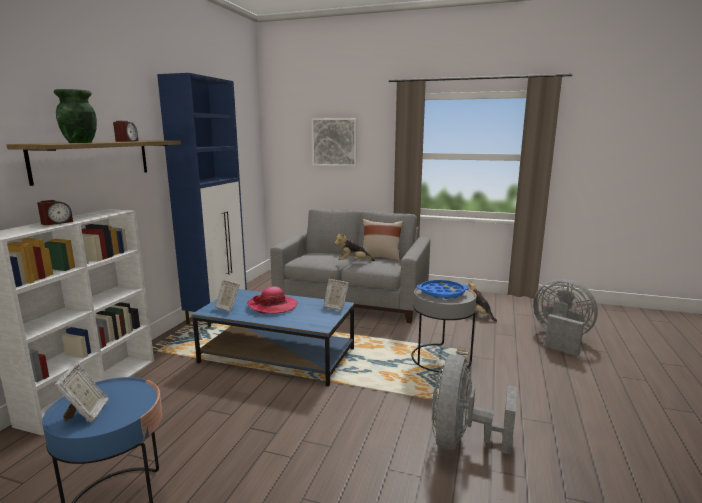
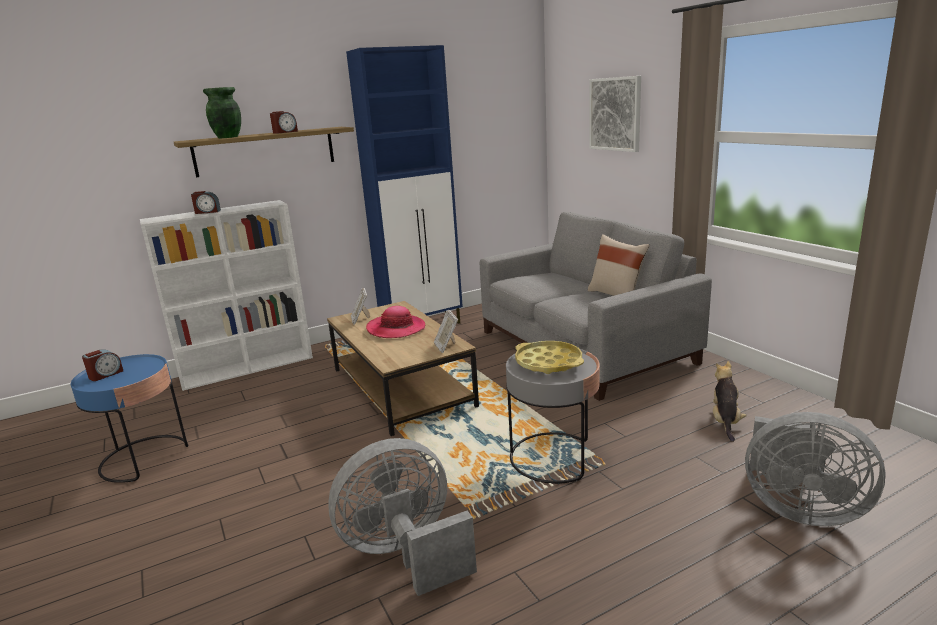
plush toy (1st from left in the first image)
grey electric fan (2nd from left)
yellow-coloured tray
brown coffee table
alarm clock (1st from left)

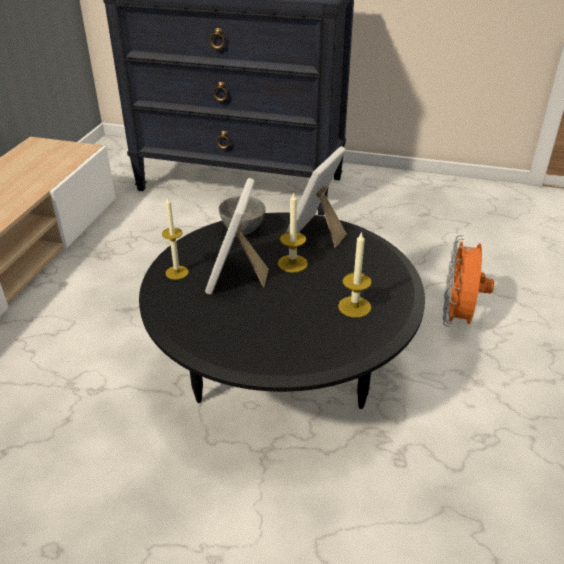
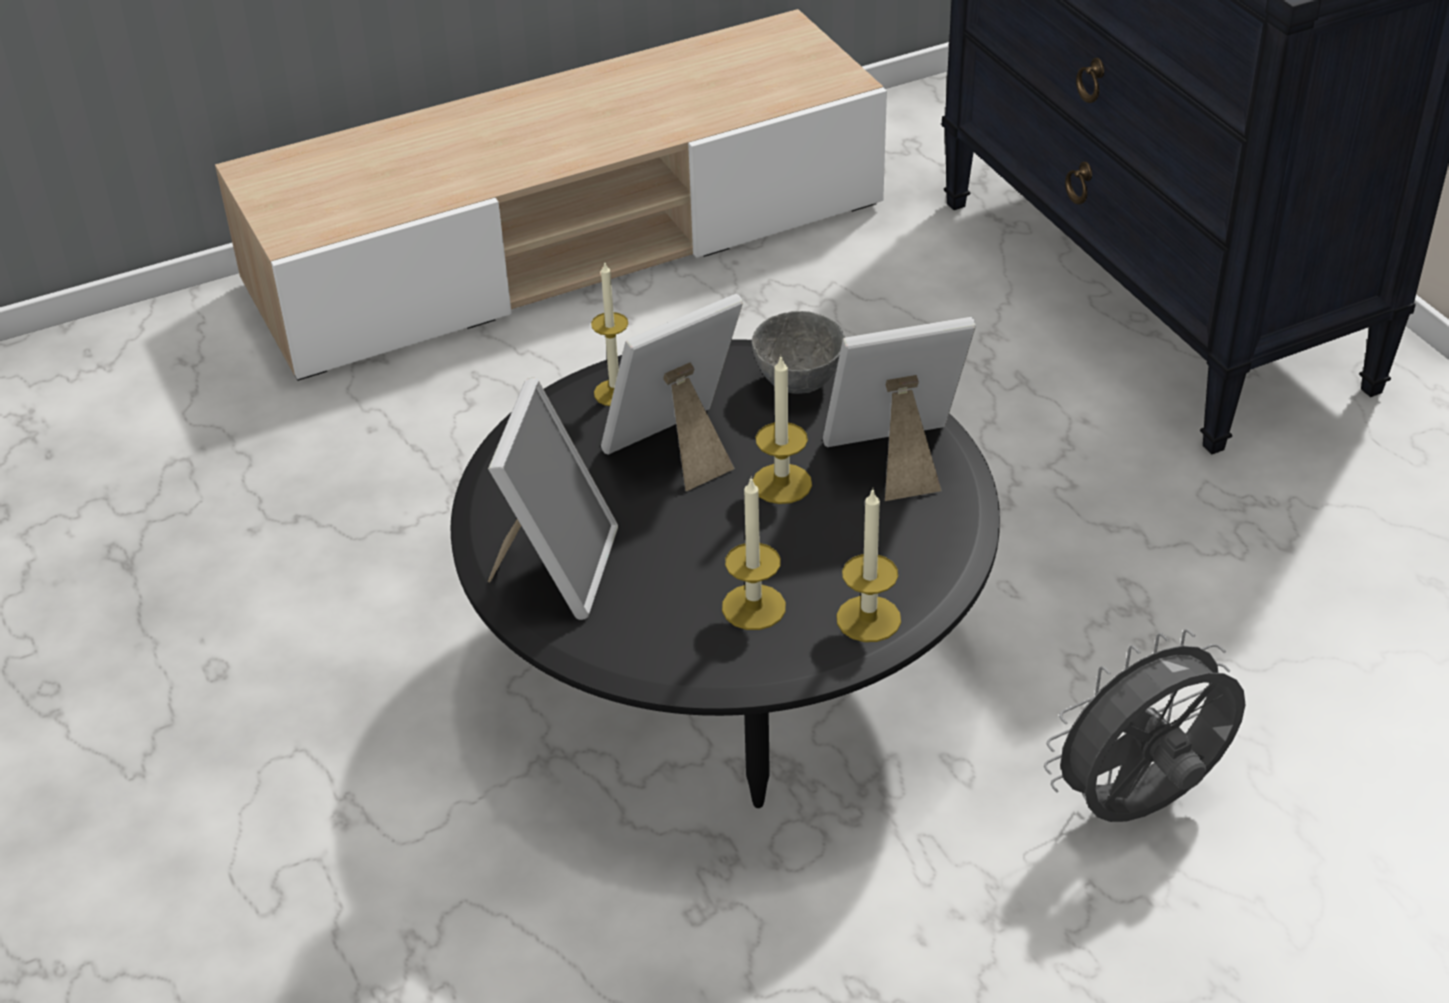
grey electric fan
picture frame (1st from left)
wax candle (4th from left)

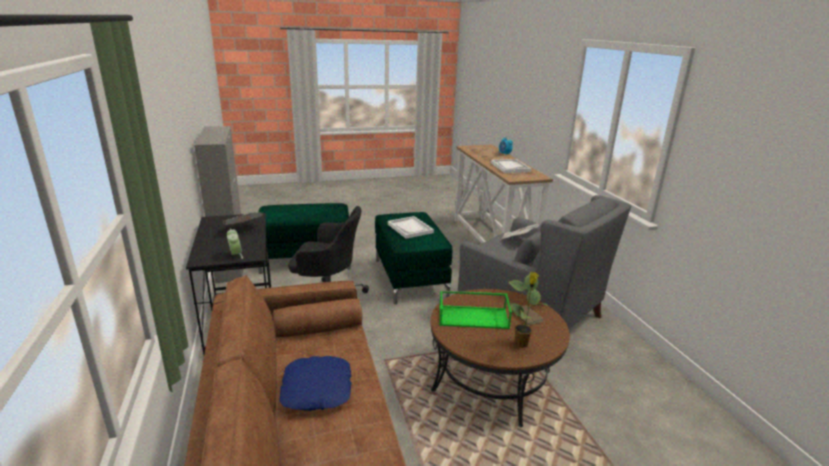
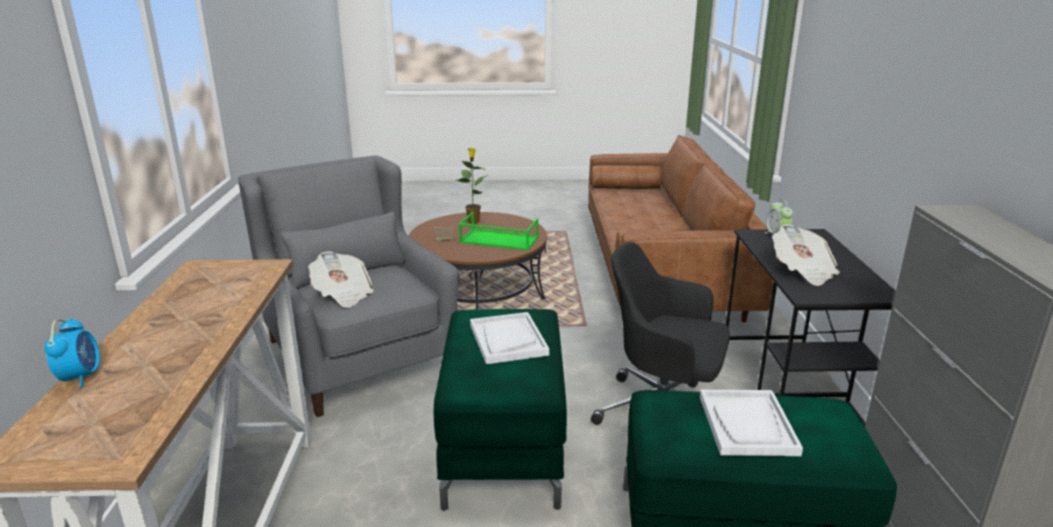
white tray (2nd from left)
blue cushion

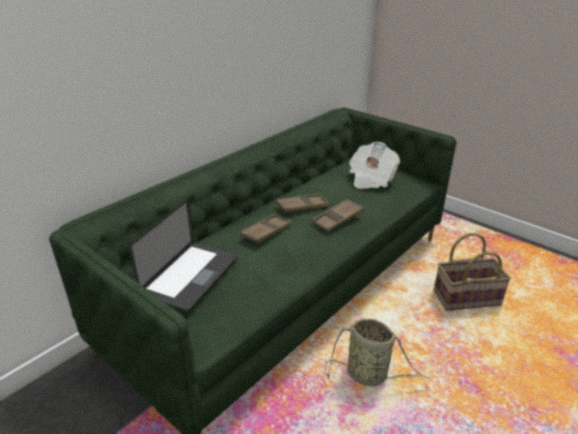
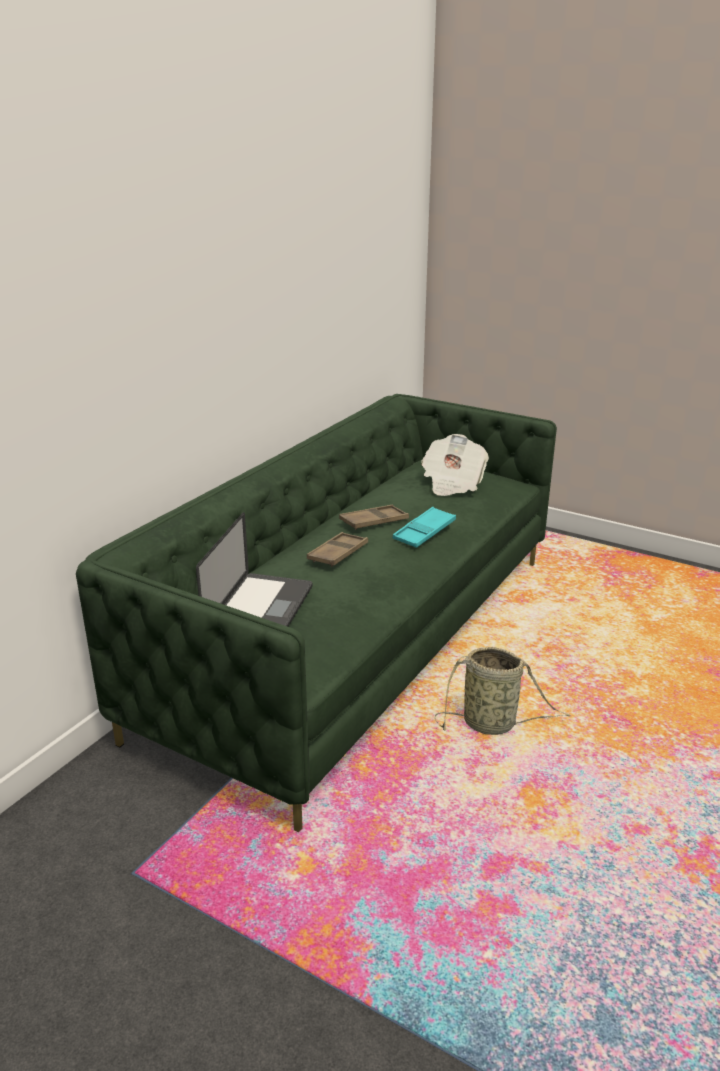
turquoise-coloured tray
storage basket (2nd from left in the first image)

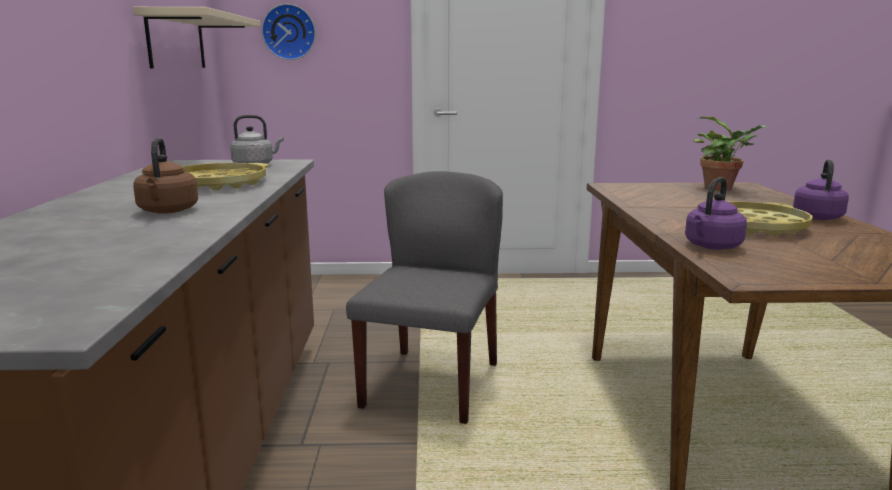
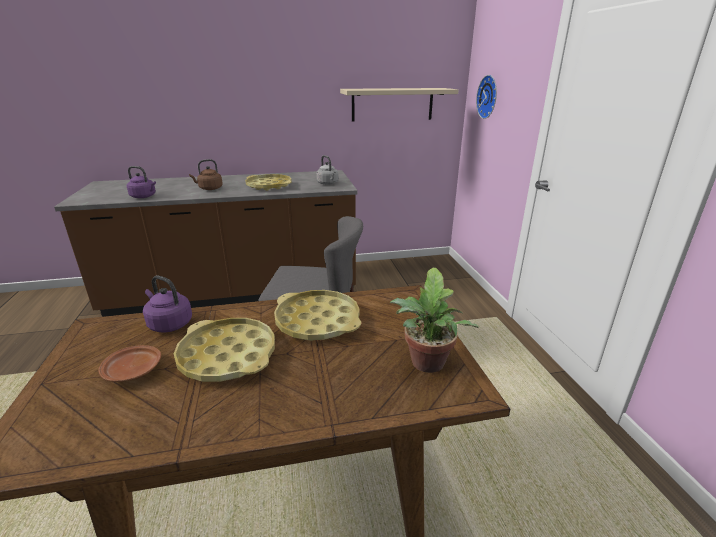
purplish tea kettle (1st from left)
yellow-coloured tray (3rd from left)
brown plate

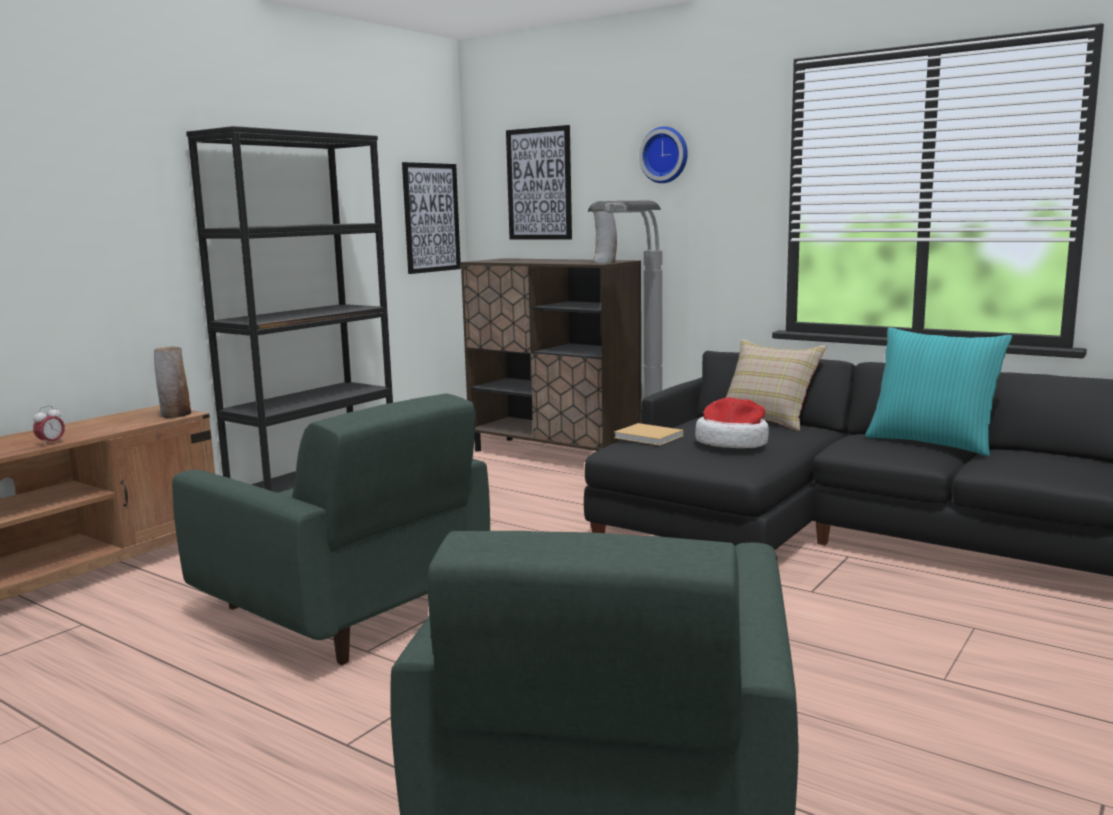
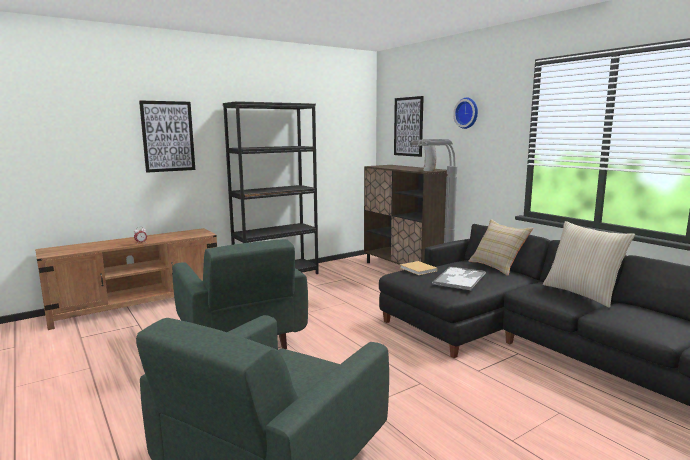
wall art (1st from left)
beige cushion (2nd from left)
flower vase (1st from left in the first image)
tray

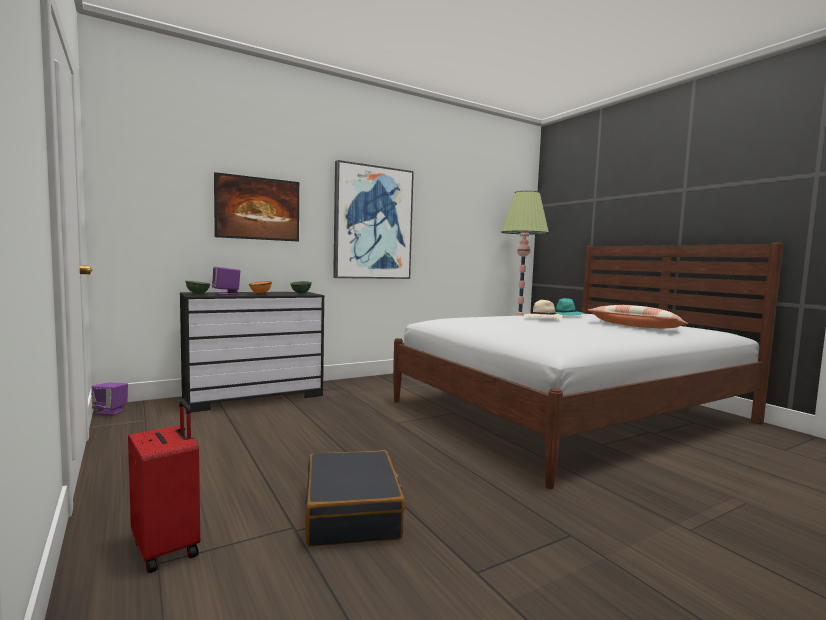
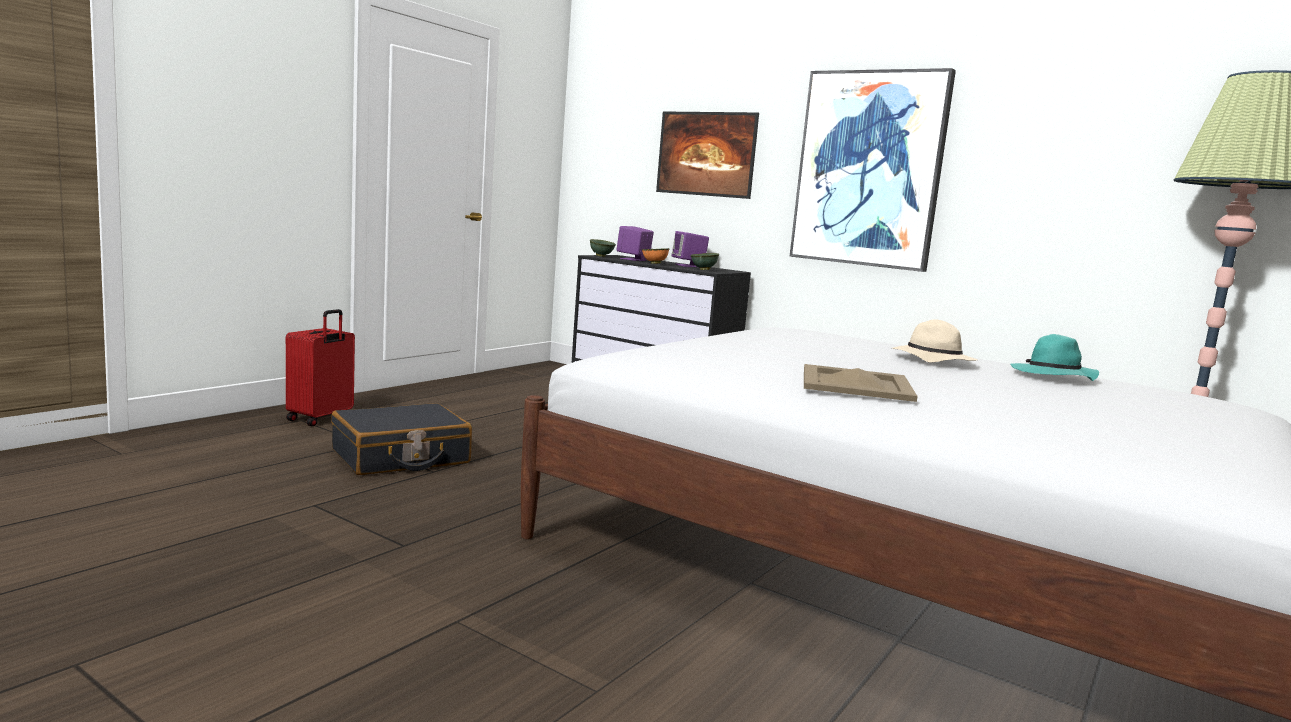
cushion
purplish loudspeaker (2nd from left)
beige tray

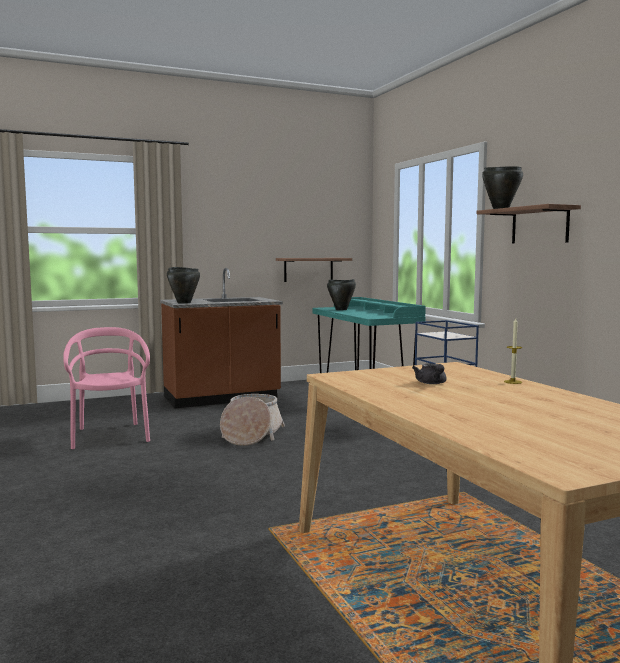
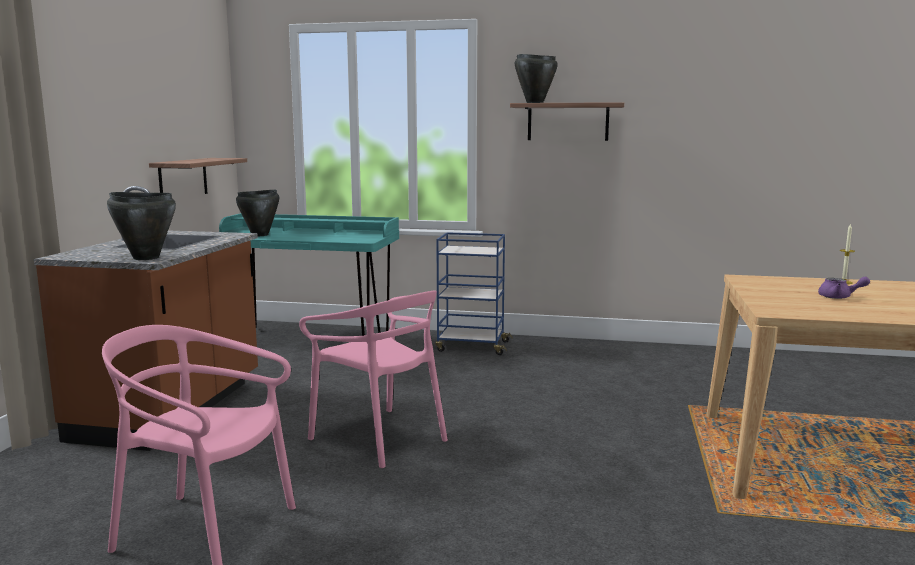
purplish pot for tea
pink upright chair (2nd from left)

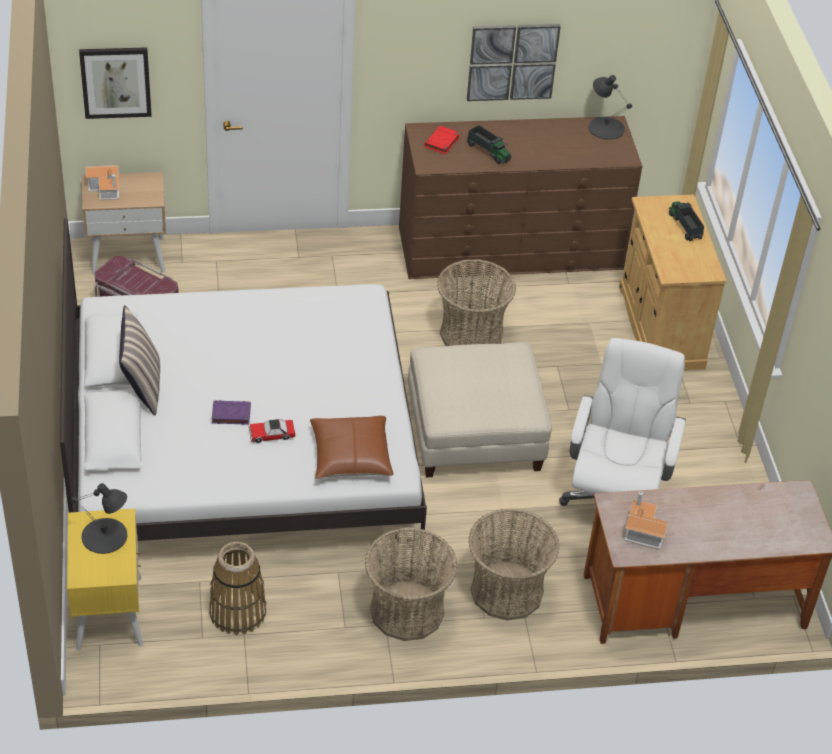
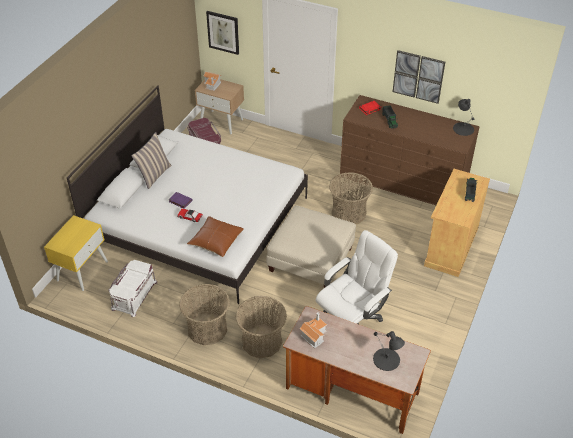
black tabletop lamp (1st from left)
white storage container

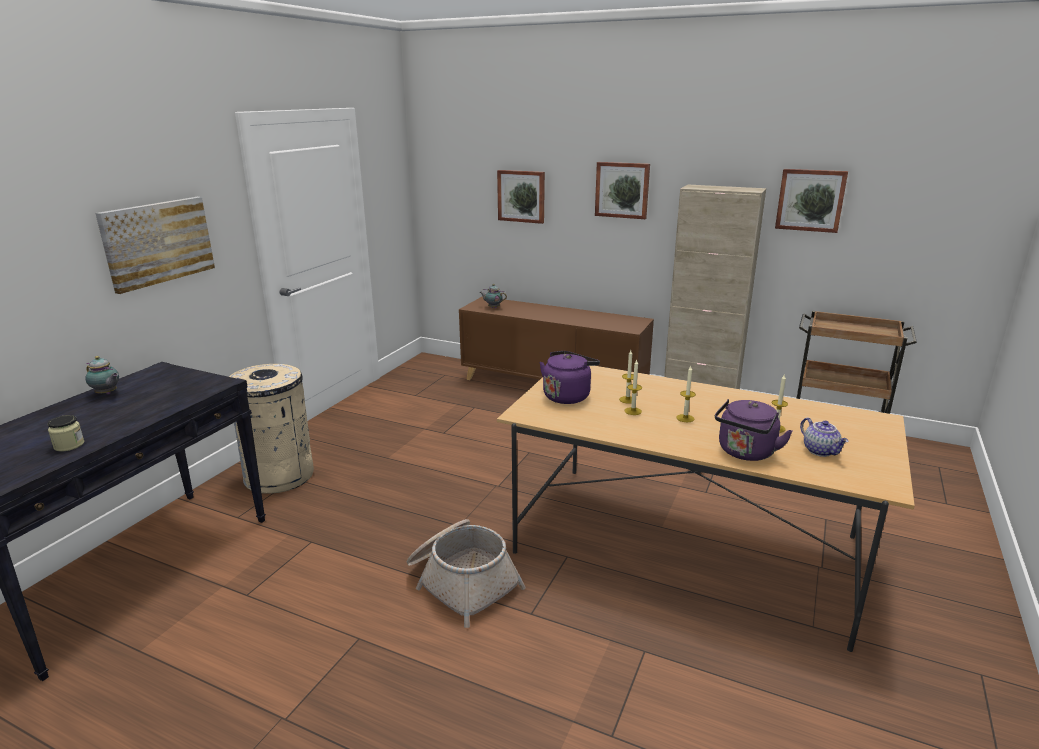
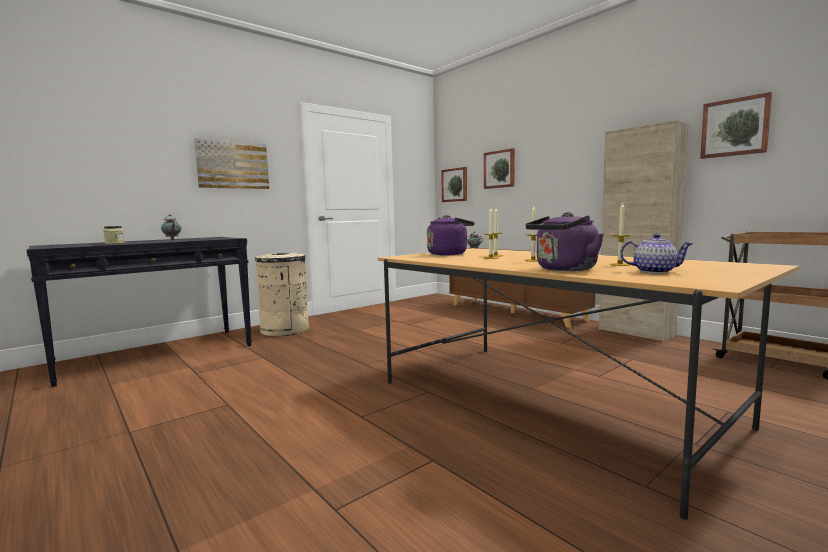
wall art (2nd from left)
pot for tea (3rd from left)
storage basket

